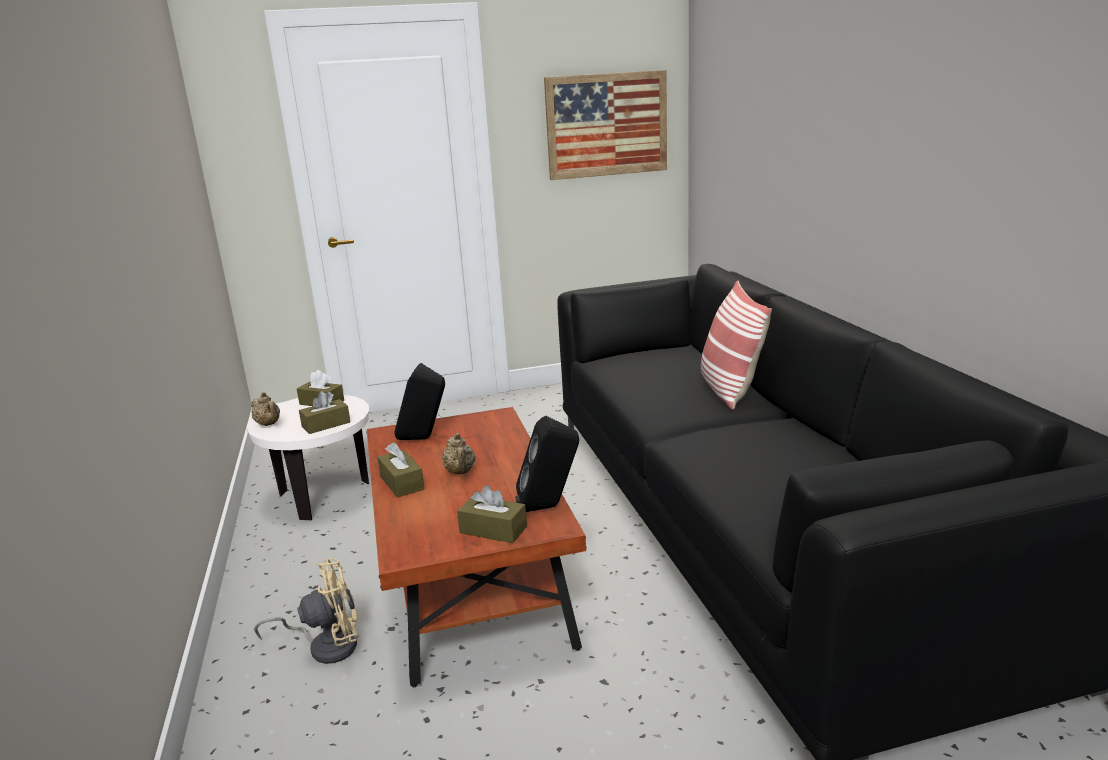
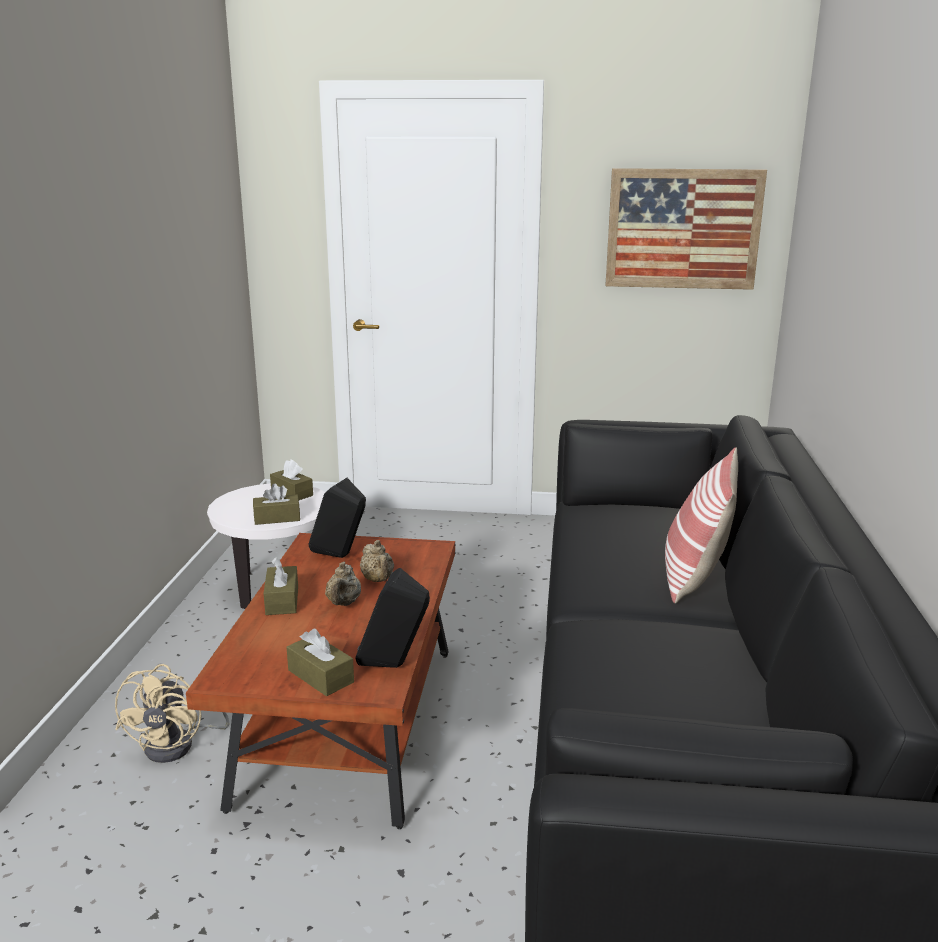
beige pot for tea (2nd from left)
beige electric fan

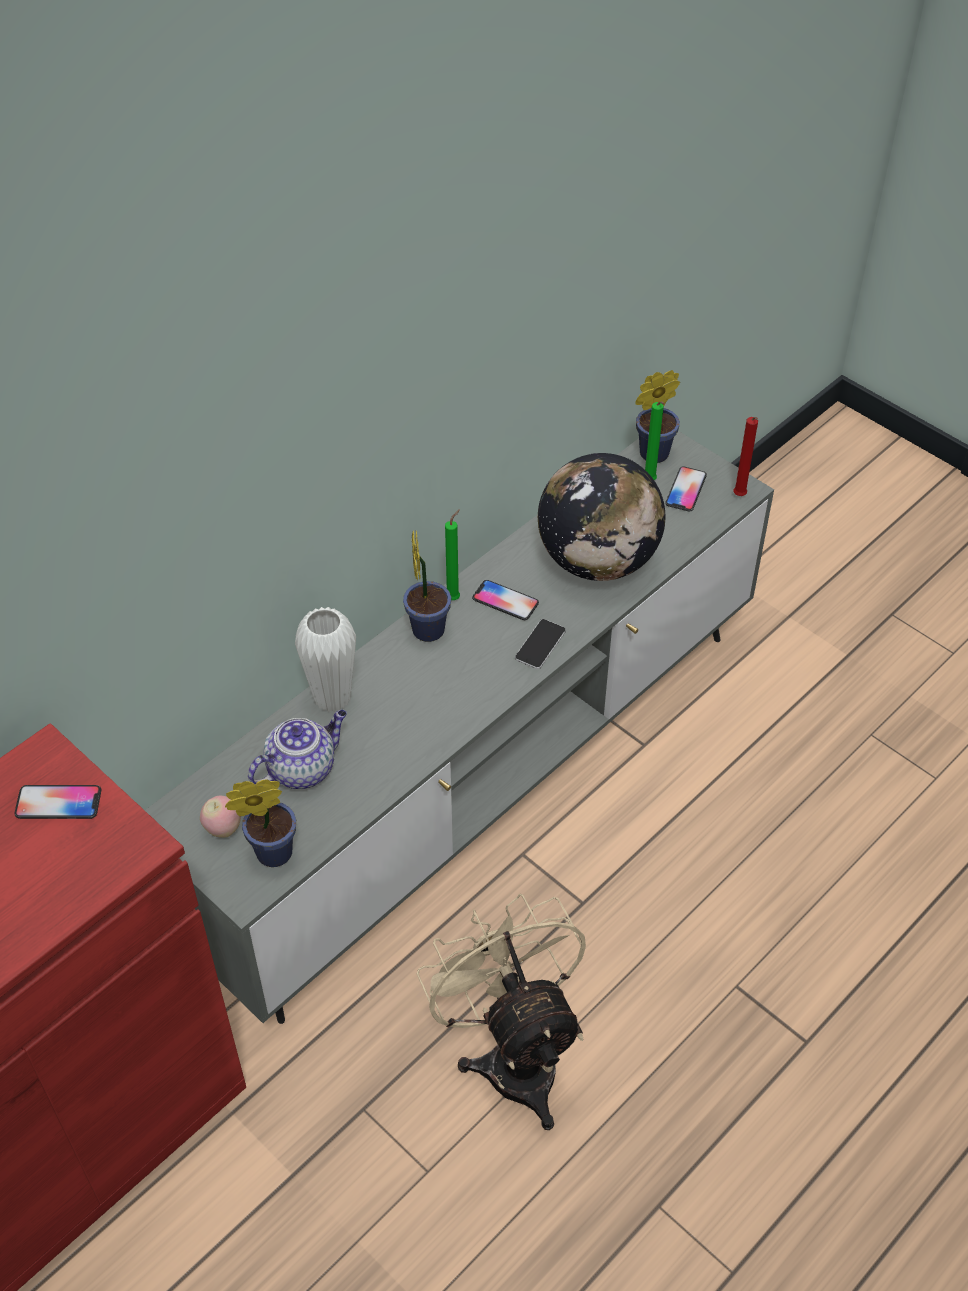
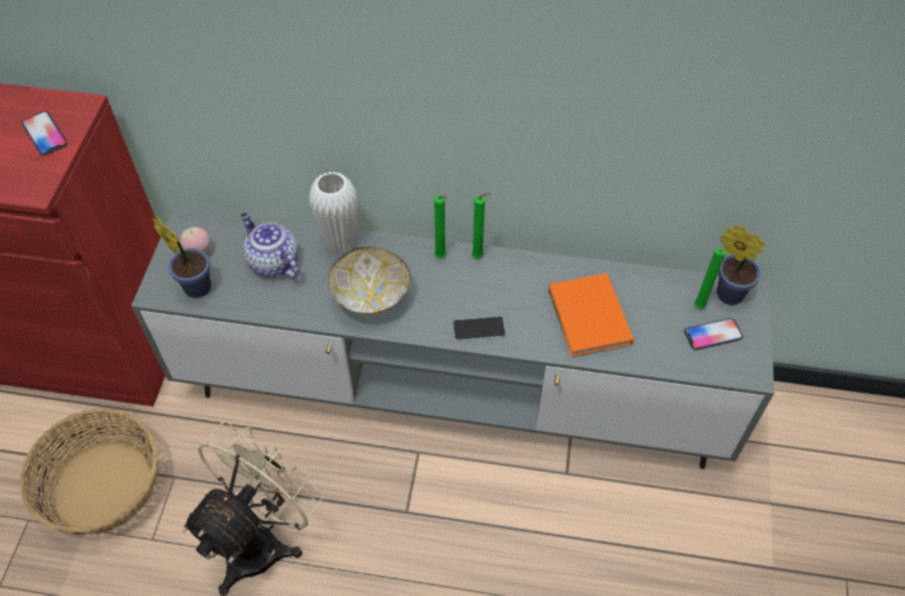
reddish wax candle
orange volume
green-coloured wax candle (1st from left)
telephone (2nd from left in the first image)
pot for tea
bowl
storage basket

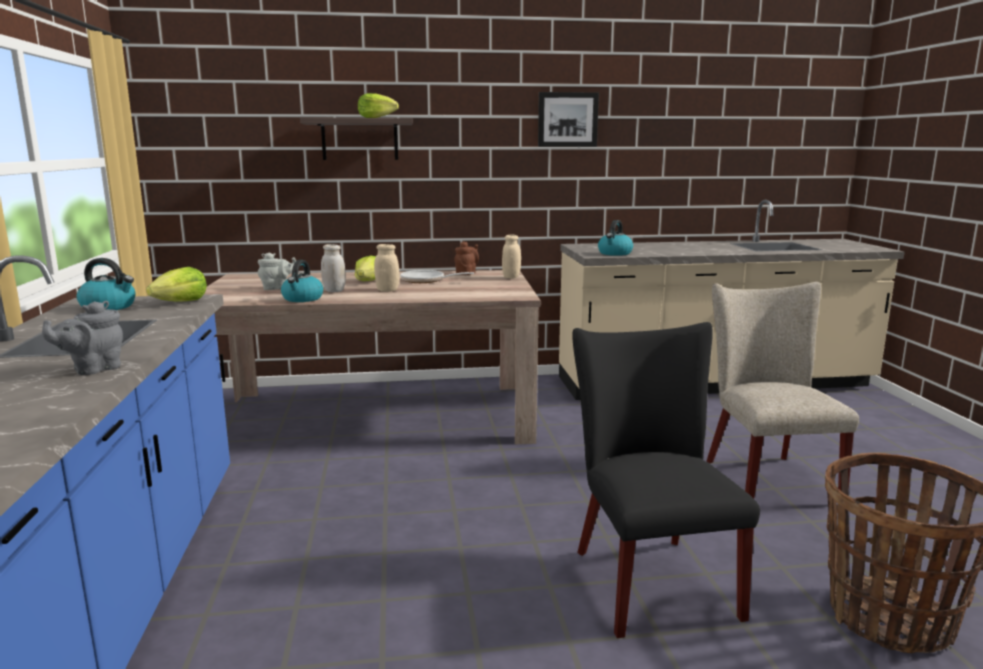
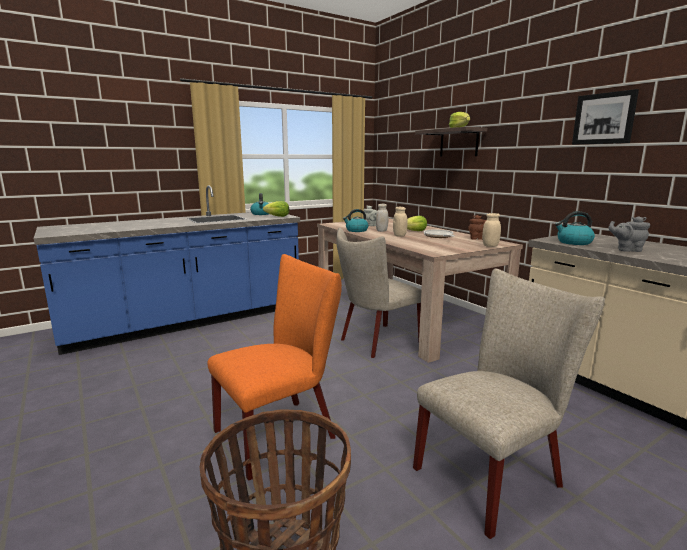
grey pot for tea (2nd from left)
orange upright chair
beige upright chair (1st from left)

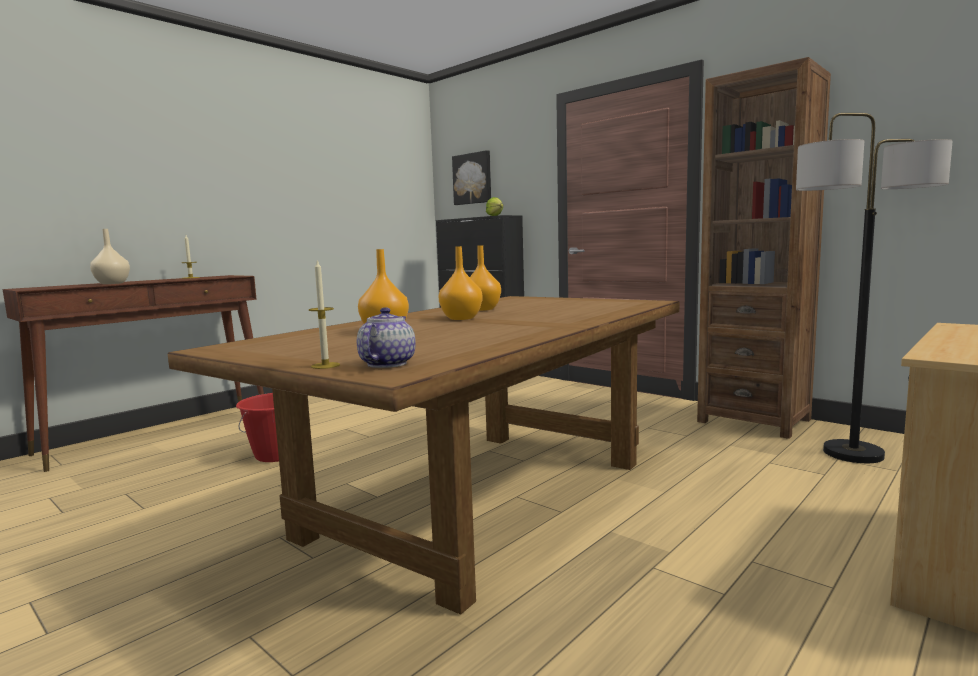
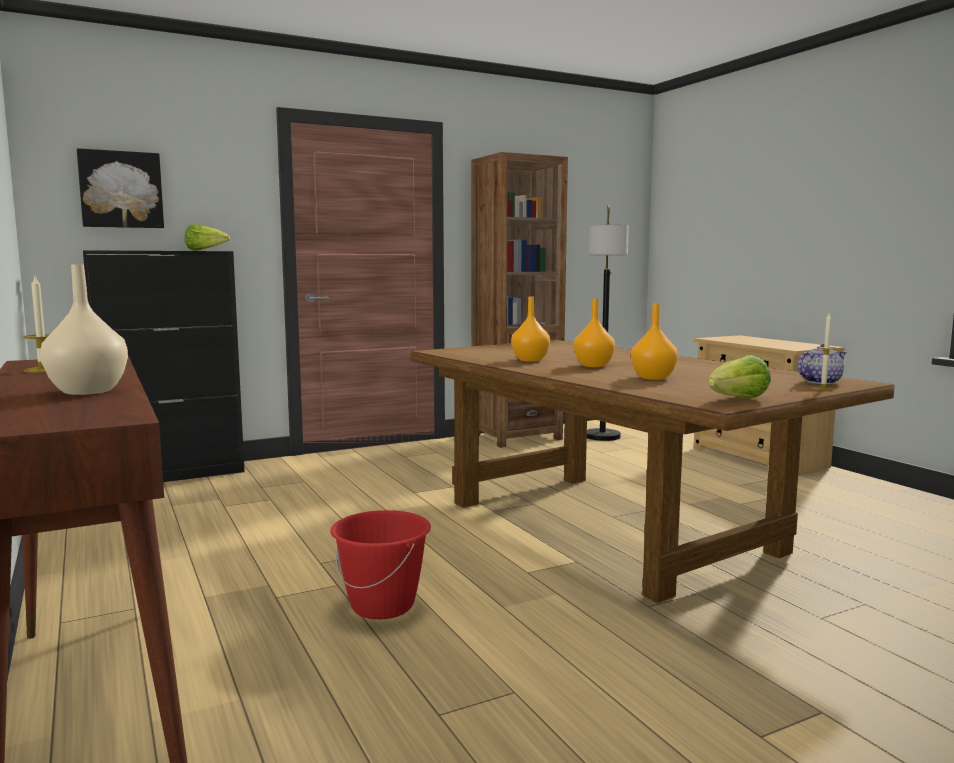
pot for tea
lettuce head (2nd from left)

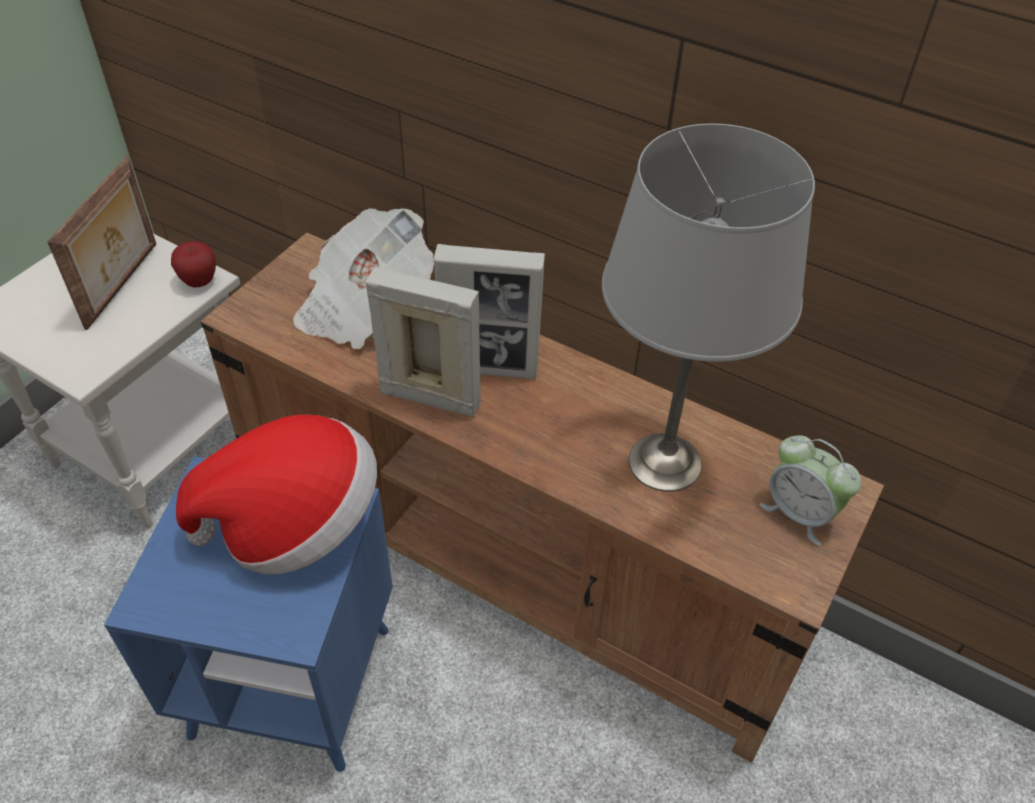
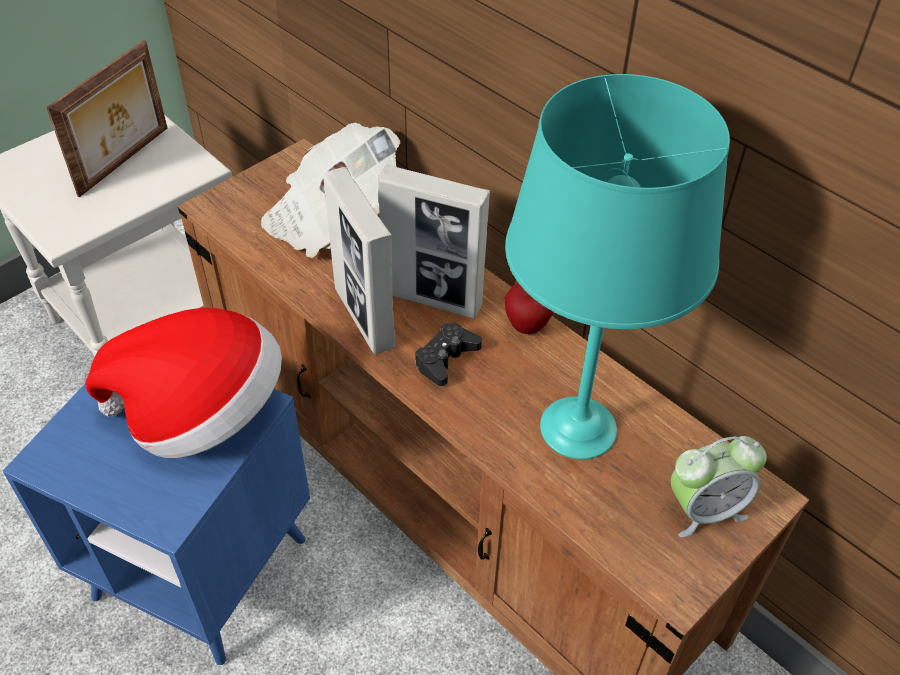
turquoise-coloured tabletop lamp
apple fruit
picture frame (2nd from left)
alarm clock
black joypad

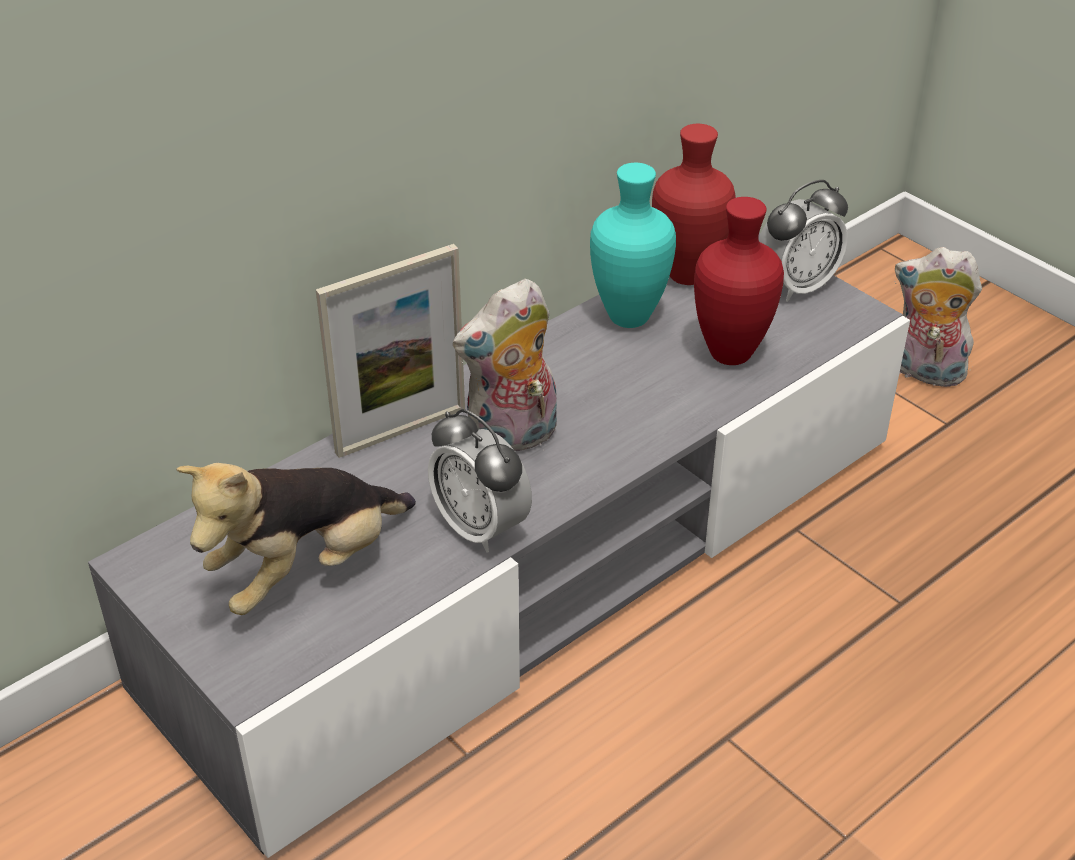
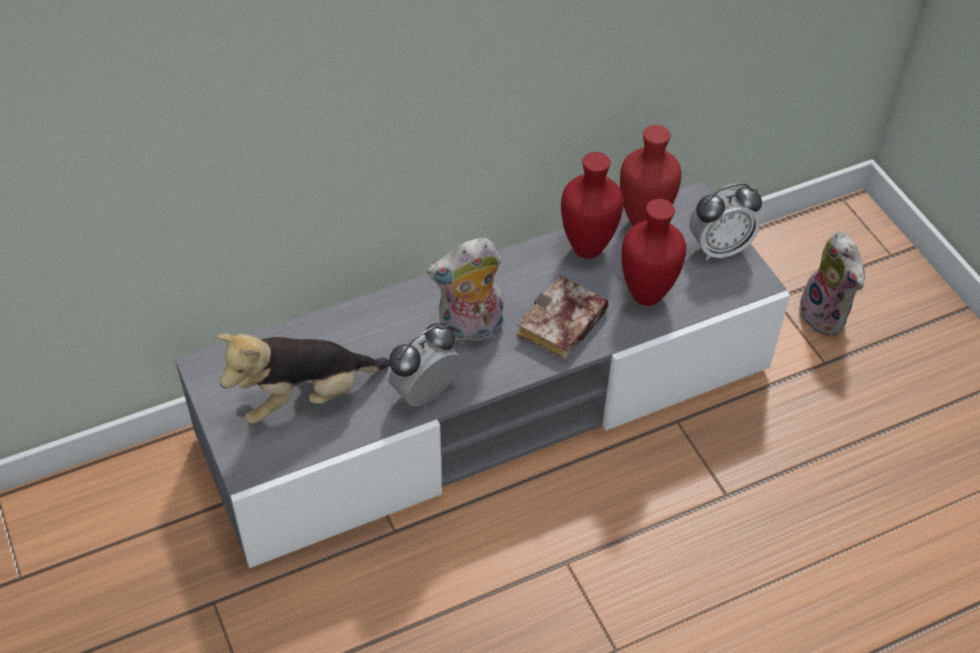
reddish flower vase (1st from left)
picture frame
plush toy (3rd from left)
alarm clock (1st from left)
volume

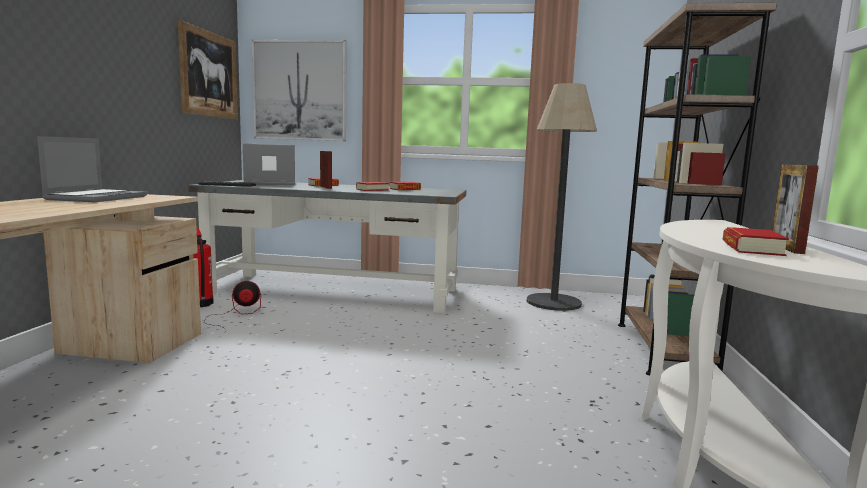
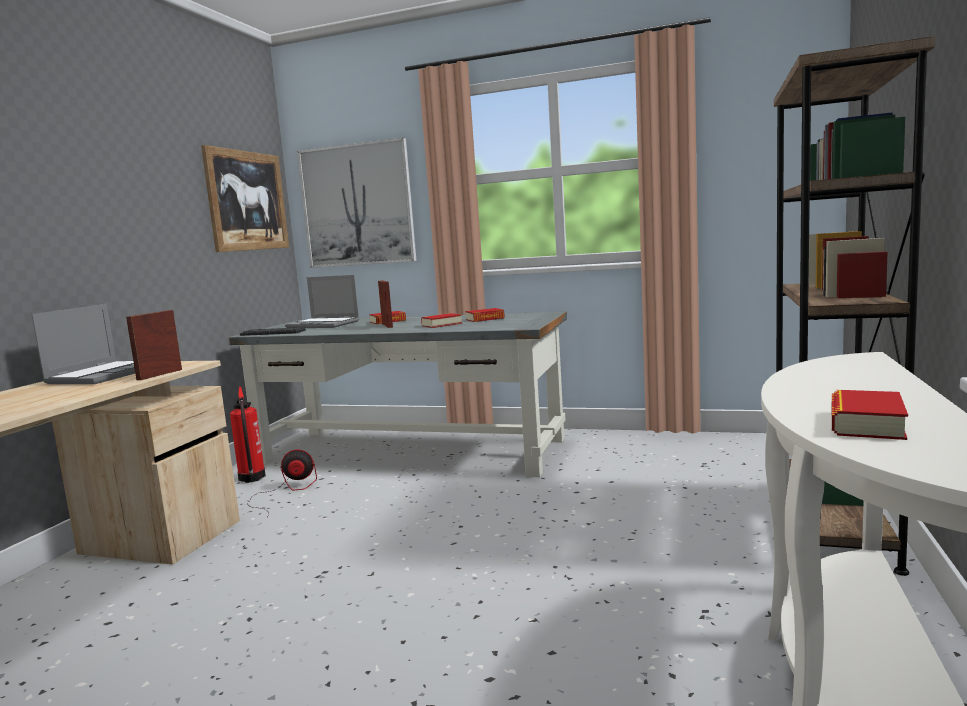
standing lamp
portable computer (2nd from left)
picture frame (1st from left)

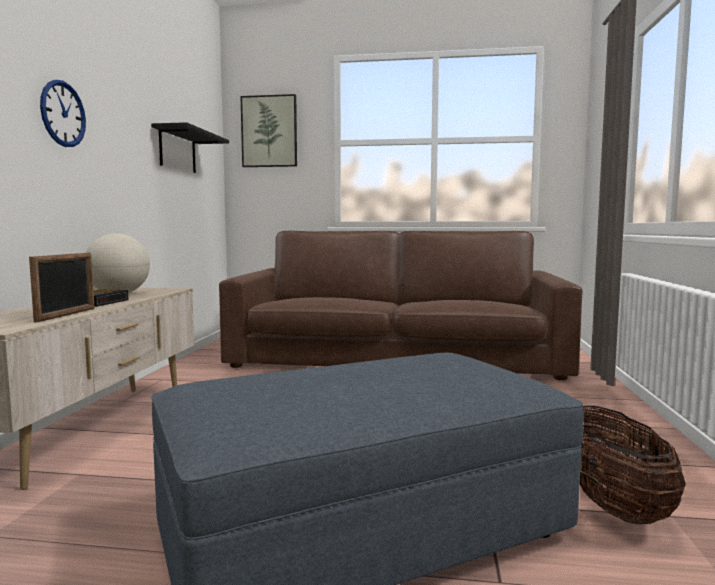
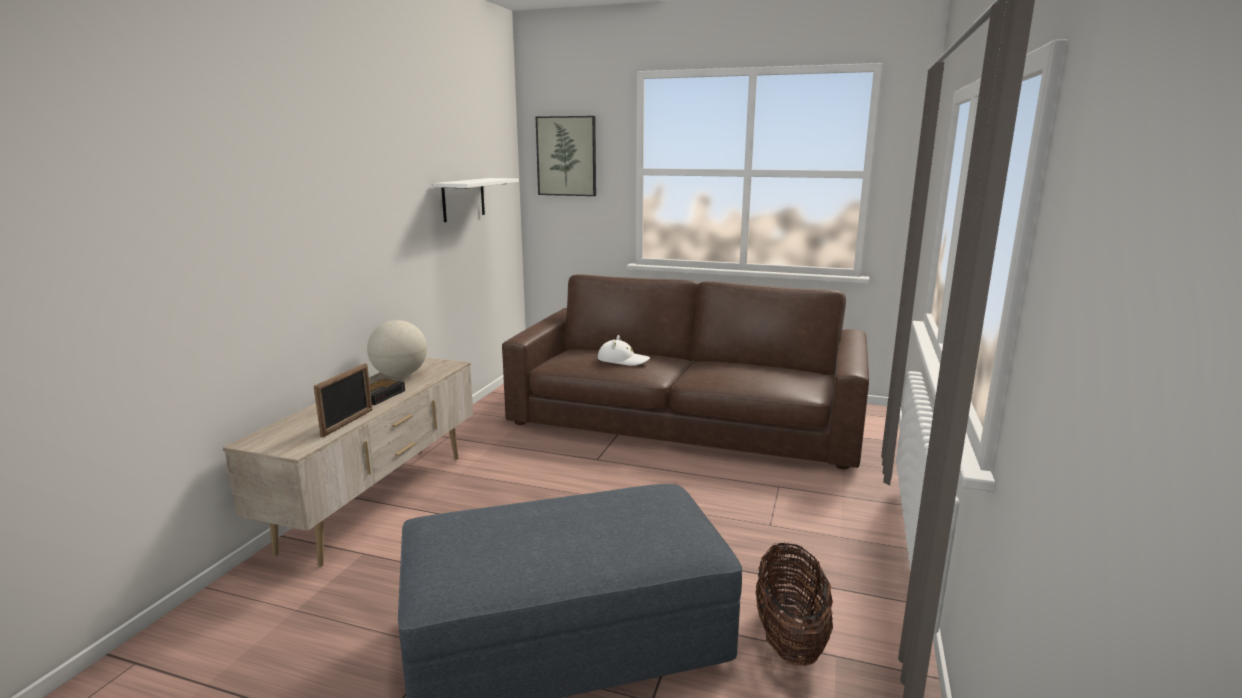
hanging clock
white shelf
white hat

